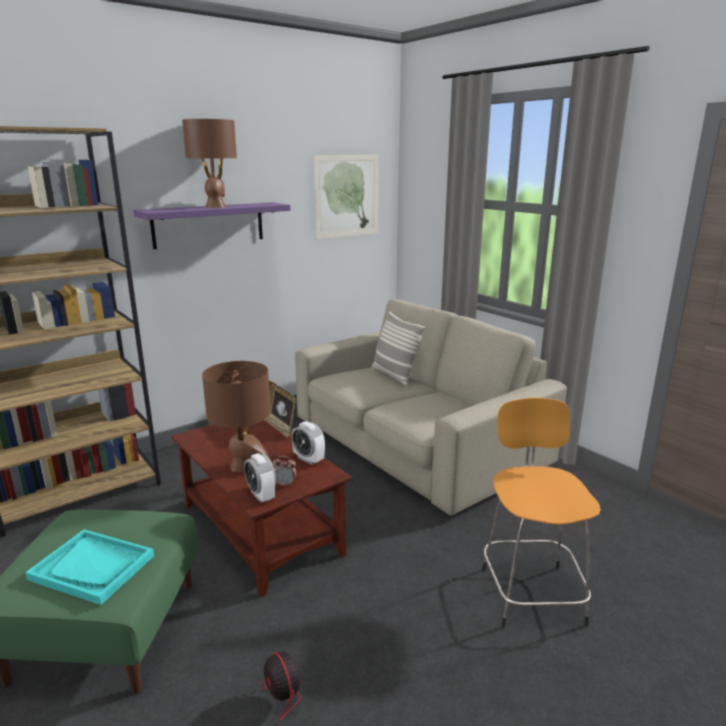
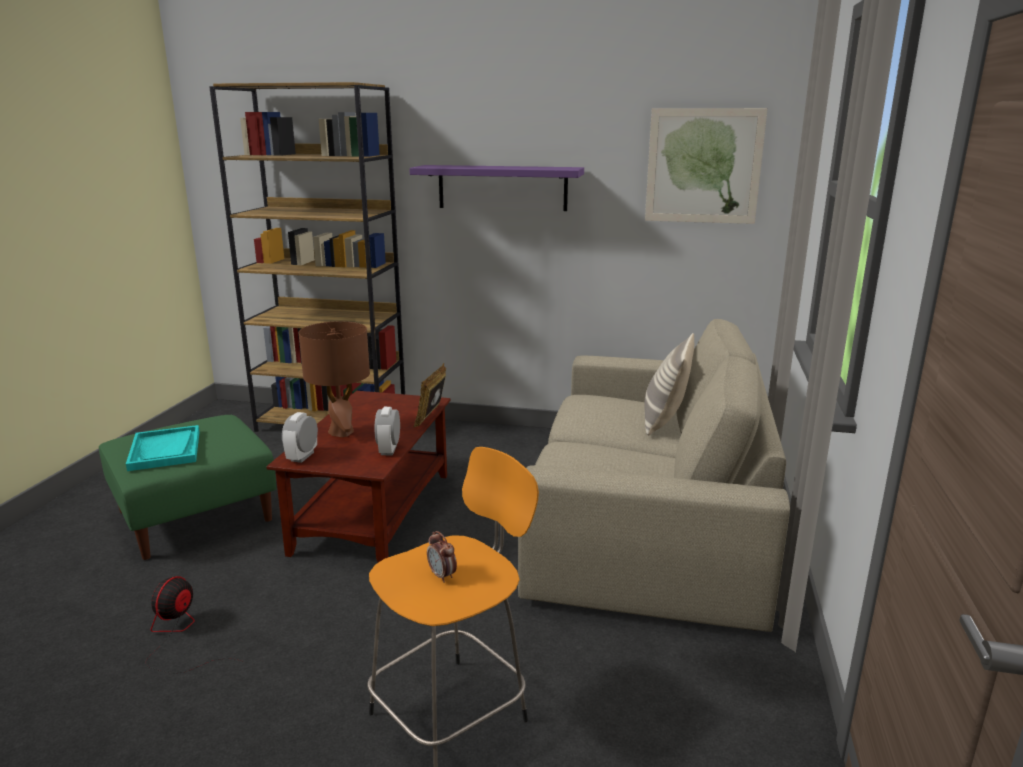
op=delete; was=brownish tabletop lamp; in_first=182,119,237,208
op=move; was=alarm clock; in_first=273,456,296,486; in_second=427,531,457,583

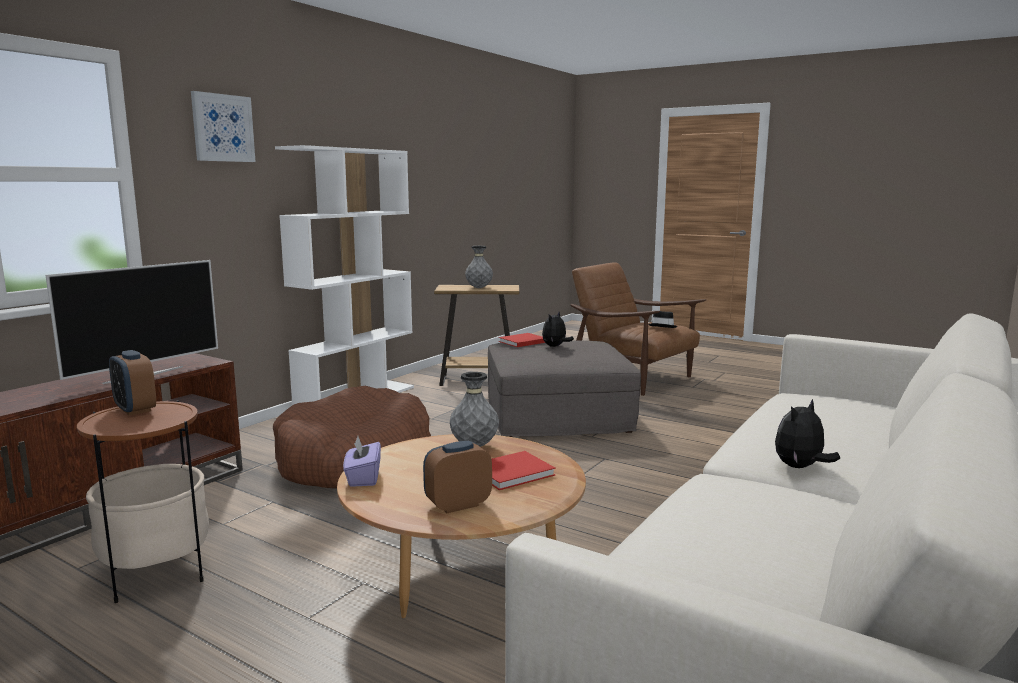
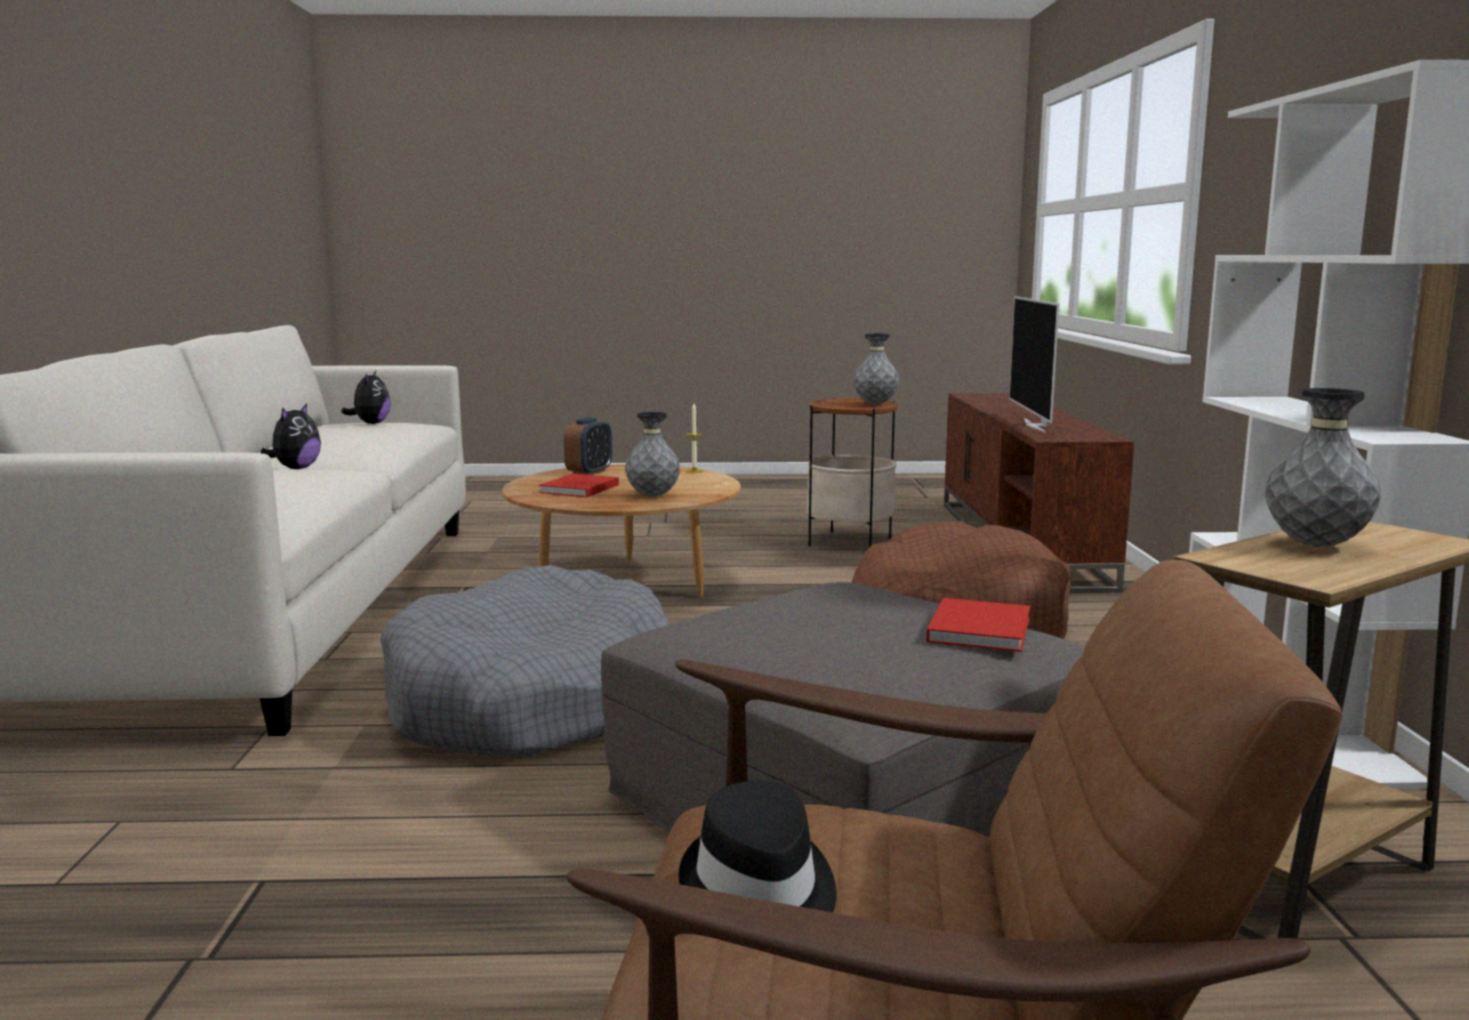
op=delete; was=wall art; in_first=191,91,256,162
op=move; was=cuddly toy; in_first=542,312,574,347; in_second=341,371,391,424
op=replace; was=alarm clock; now=gray decorative vase; in_first=109,350,156,415; in_second=853,333,900,404
op=replace; was=purple-coloured box of tissues; now=candle; in_first=343,436,381,487; in_second=685,404,704,473
op=insert; now=gray dog bed; in_second=380,565,670,756

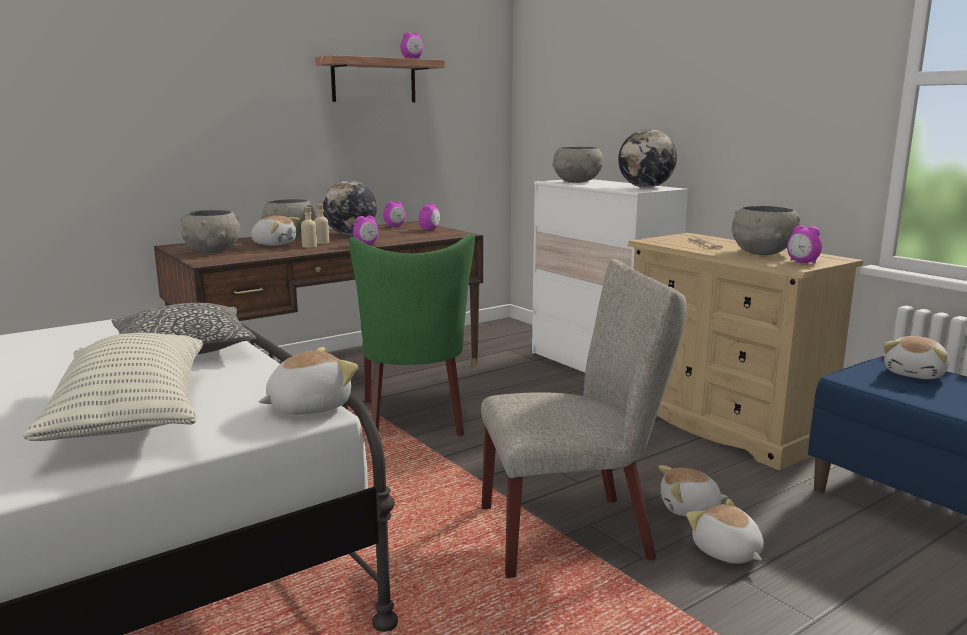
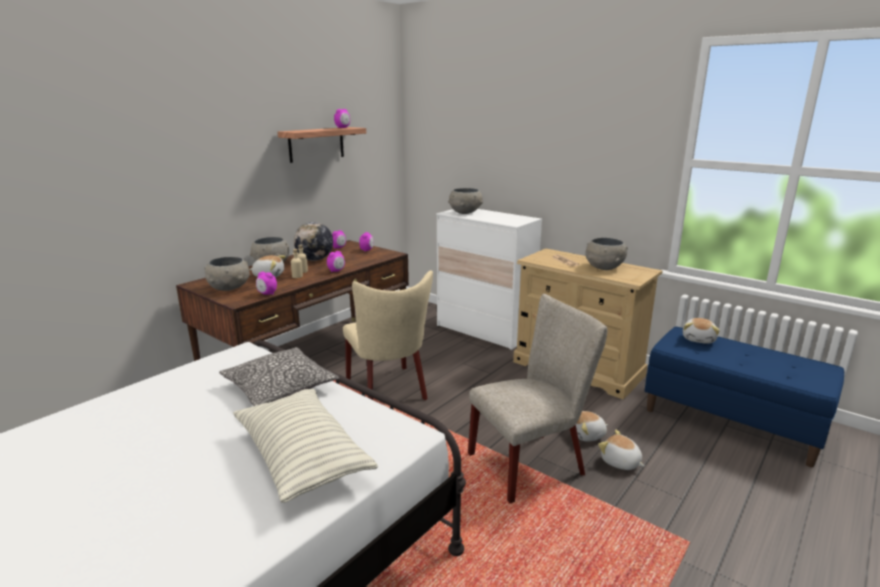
op=delete; was=desk globe; in_first=618,129,677,188
op=move; was=alarm clock; in_first=787,225,822,263; in_second=256,272,277,295
op=recolor; was=green plain chair; now=sand-coloured plain chair; in_first=349,233,475,436; in_second=343,270,433,400
op=delete; was=cuddly toy; in_first=258,347,358,415

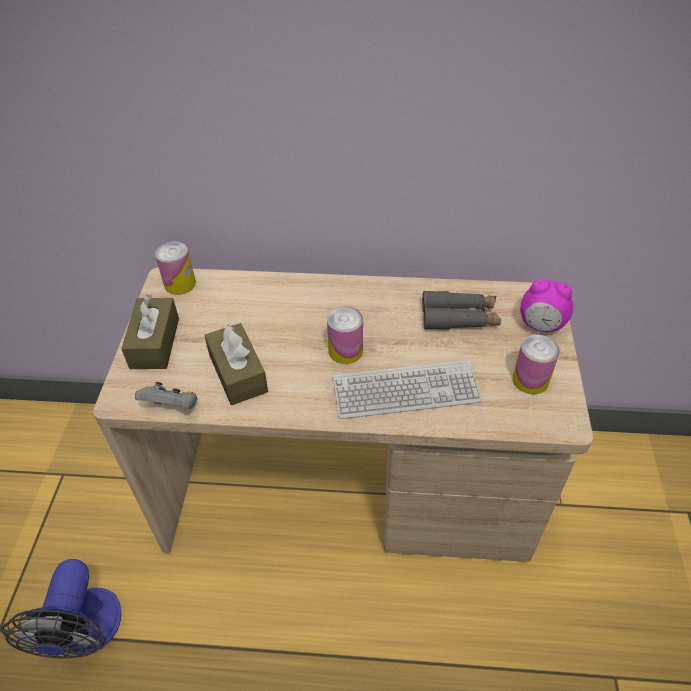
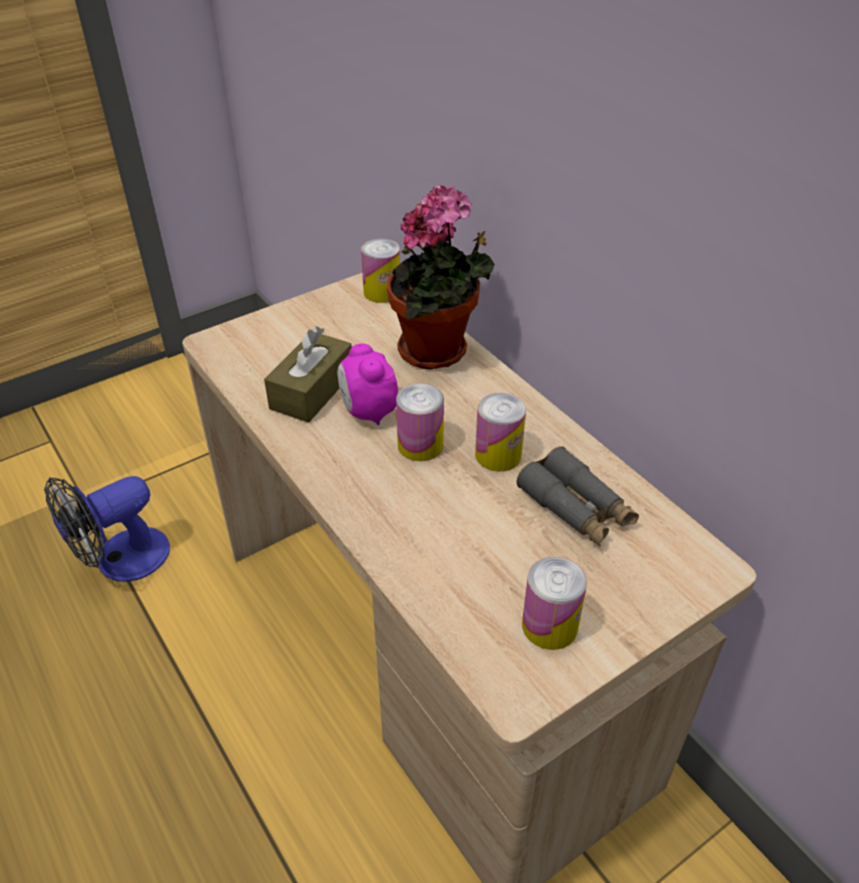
op=move; was=alarm clock; in_first=520,279,573,332; in_second=337,343,398,425
op=delete; was=brownish box of tissues; in_first=121,294,179,369
op=delete; was=PC keyboard; in_first=333,360,482,419
op=delete; was=gray gamepad; in_first=135,382,198,410
op=insert; now=potted plant; in_second=387,185,494,369
op=insert; now=can; in_second=475,393,526,471

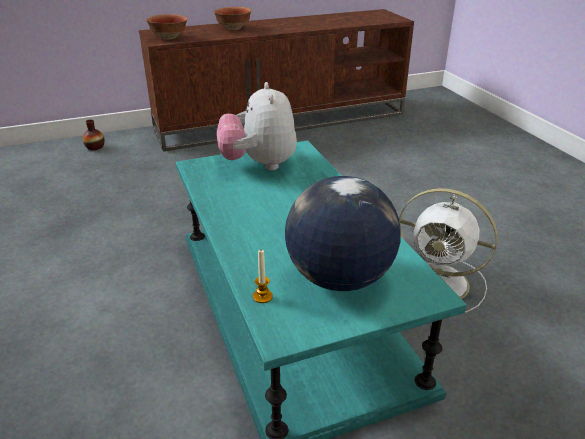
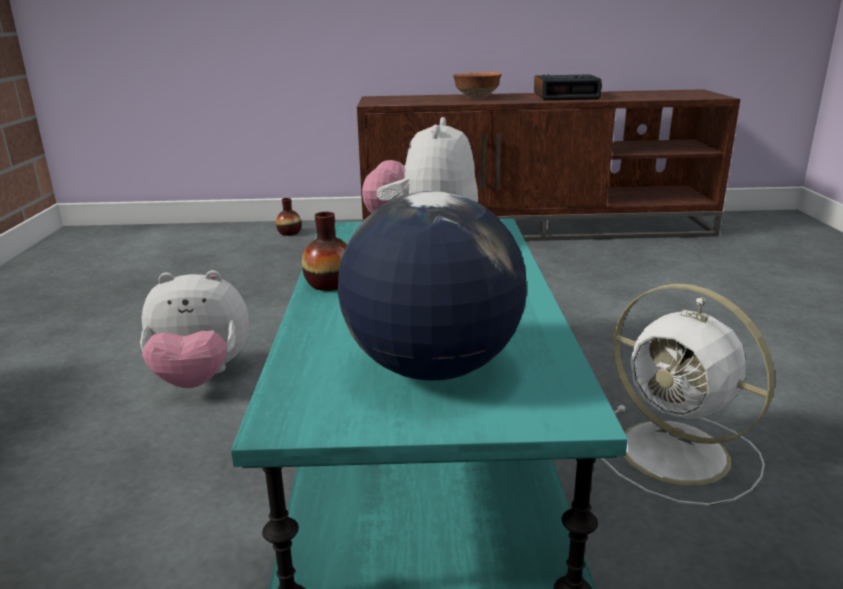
op=delete; was=deep dish; in_first=146,14,187,40
op=delete; was=candle; in_first=253,250,273,303
op=insert; now=alarm clock; in_second=534,74,602,100
op=insert; now=decorative vase; in_second=302,212,347,291
op=insert; now=cuddly toy; in_second=140,270,249,388

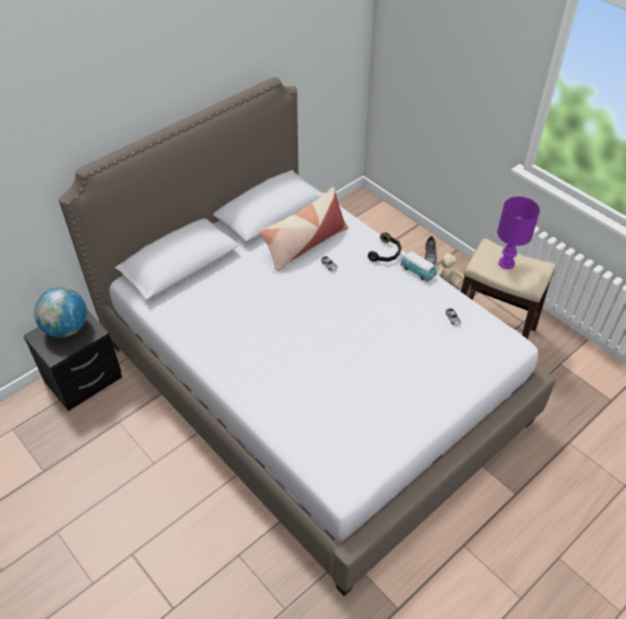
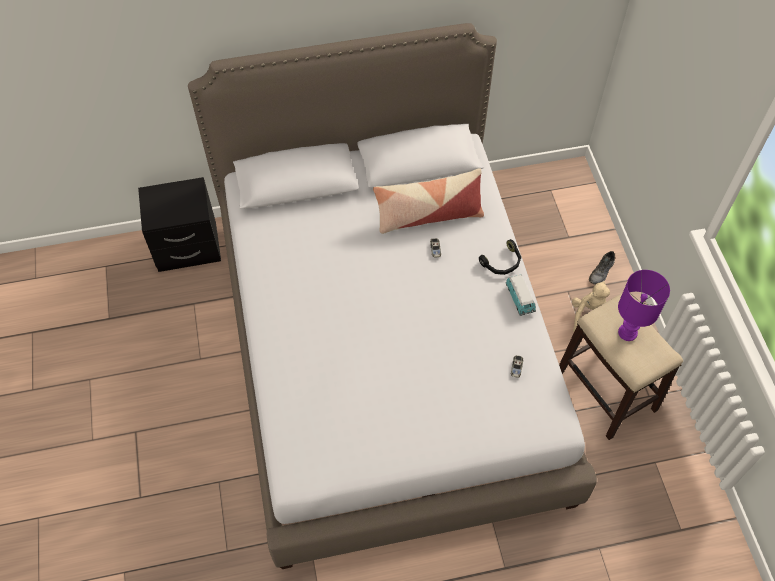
op=delete; was=desk globe; in_first=34,287,87,338

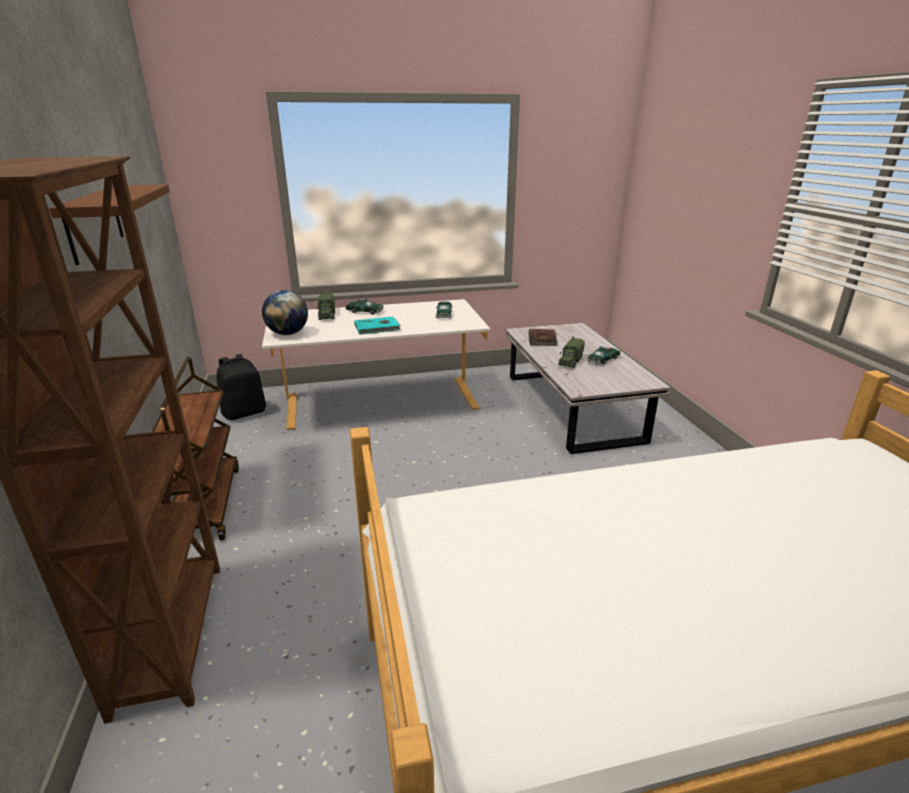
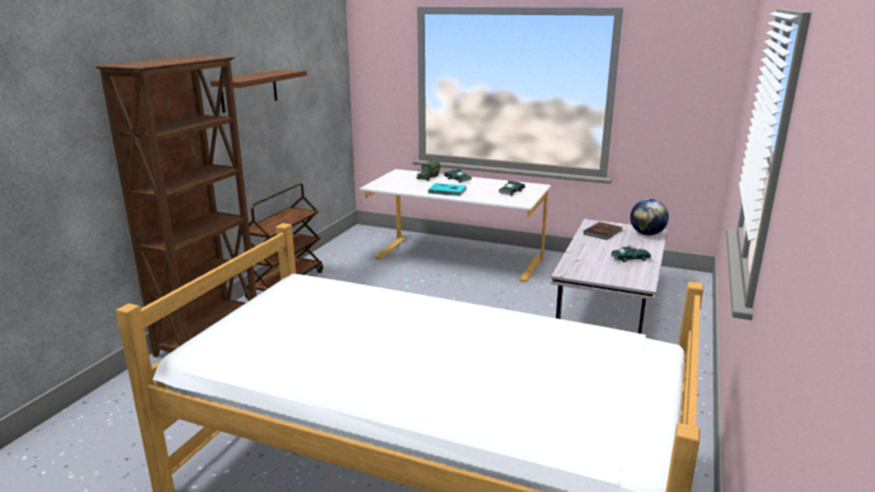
op=move; was=desk globe; in_first=262,290,308,335; in_second=630,199,669,235
op=delete; was=model truck; in_first=558,336,585,368
op=delete; was=blackish knapsack; in_first=216,354,266,420

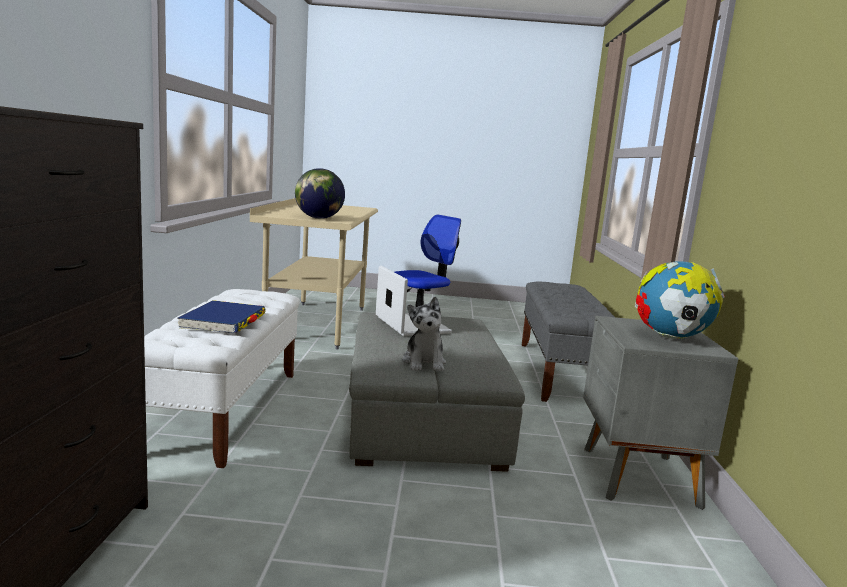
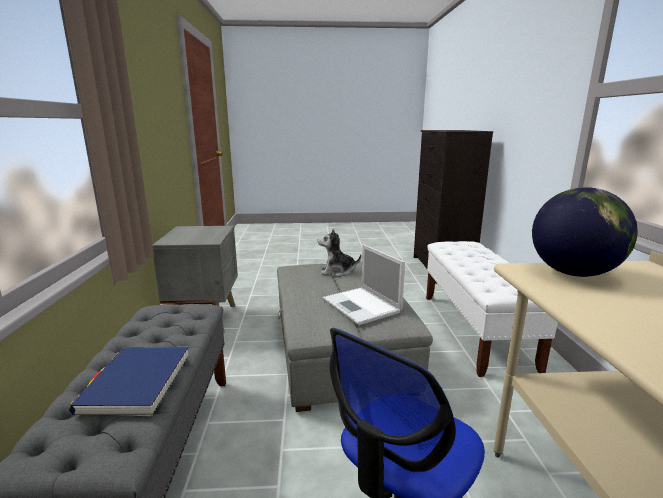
op=delete; was=desk globe; in_first=635,261,725,339
op=rotate; was=cuddly toy; in_first=402,296,446,371; in_second=318,229,361,277; clockwise=-75
op=move; was=blue book; in_first=177,300,266,333; in_second=69,347,189,417

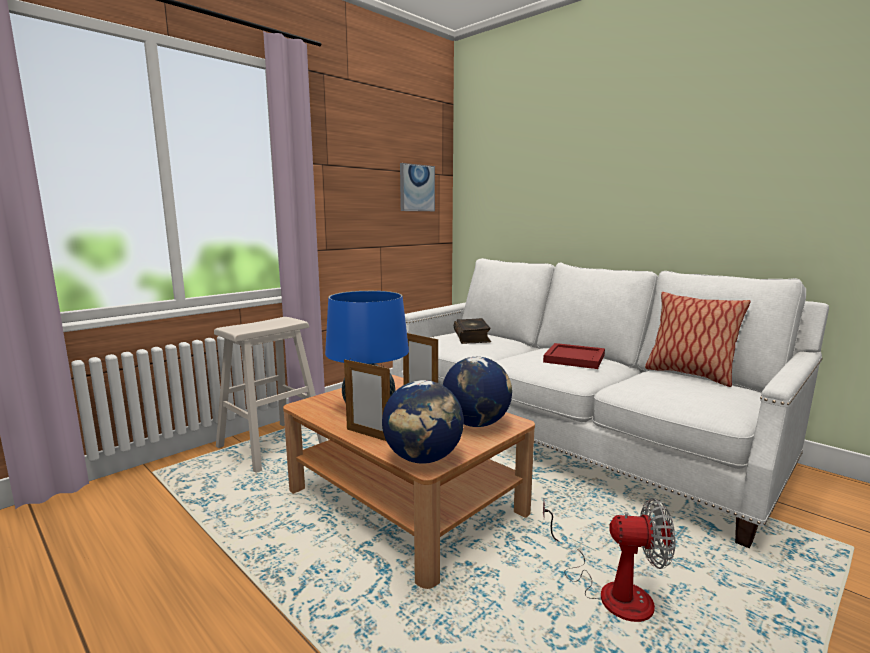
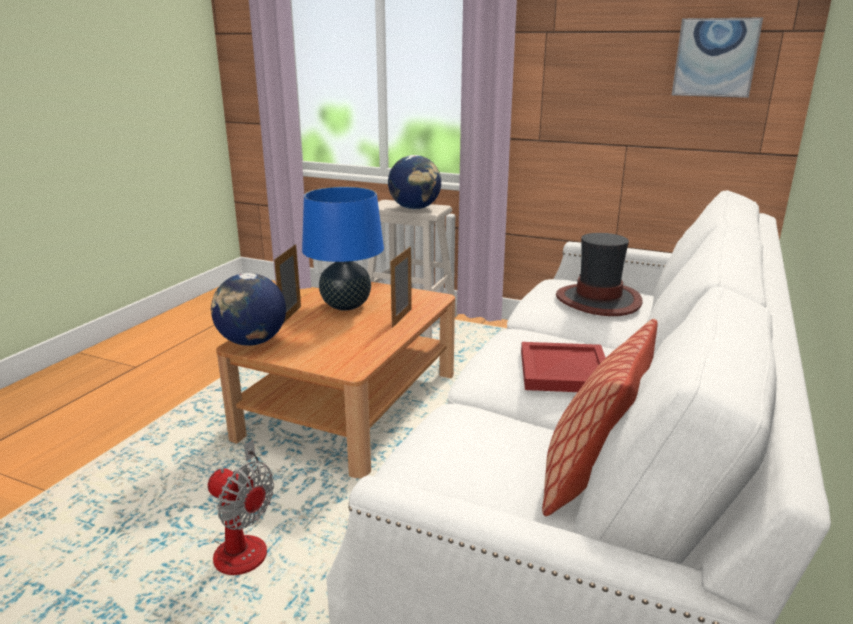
op=replace; was=book; now=clothing hat; in_first=454,318,491,344; in_second=556,233,643,316
op=move; was=desk globe; in_first=443,357,512,427; in_second=388,155,441,210
op=rotate; was=fan; in_first=543,498,676,622; in_second=208,440,274,575; clockwise=-45

